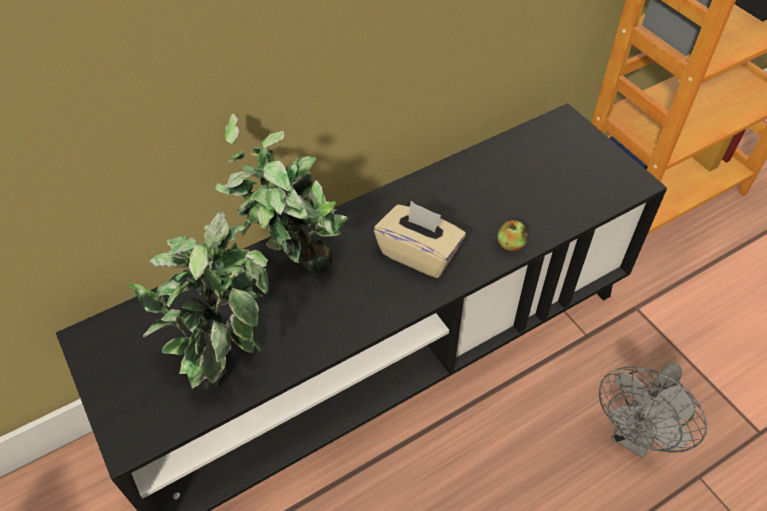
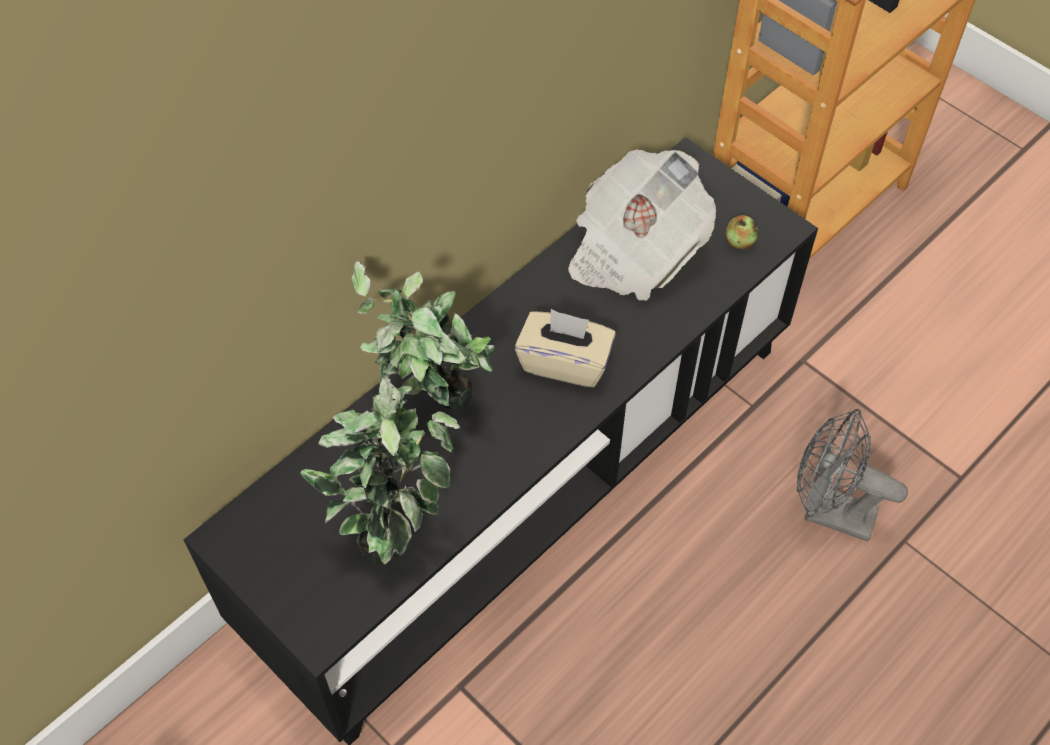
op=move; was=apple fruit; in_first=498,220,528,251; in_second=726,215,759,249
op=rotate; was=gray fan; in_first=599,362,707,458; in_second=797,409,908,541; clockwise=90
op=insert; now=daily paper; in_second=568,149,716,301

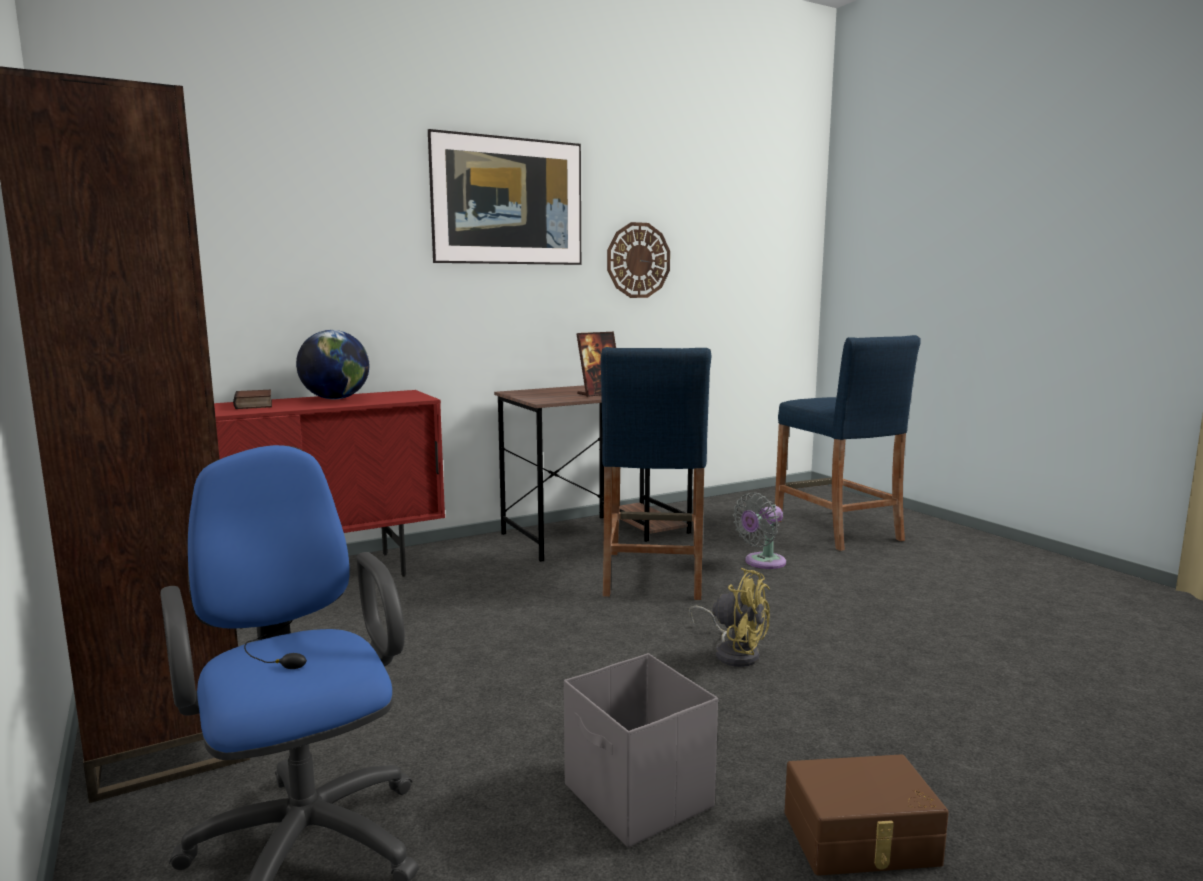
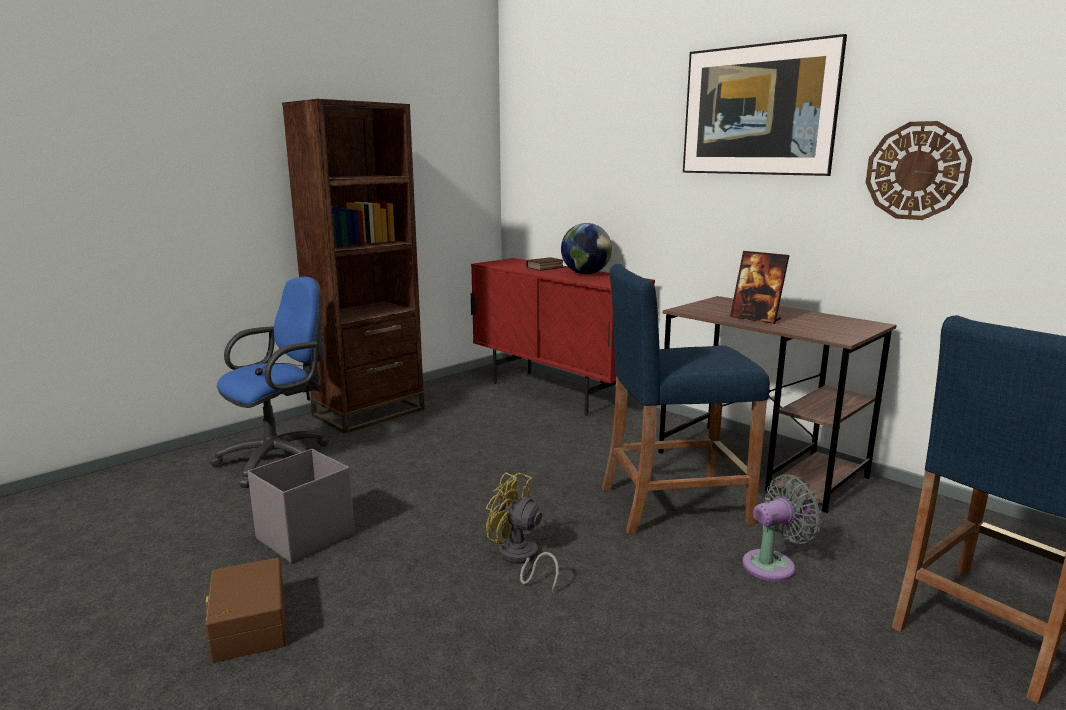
op=rotate; was=gray fan; in_first=733,492,786,569; in_second=742,474,822,581; clockwise=120
op=rotate; was=yellow-coloured fan; in_first=689,568,770,667; in_second=486,472,559,592; clockwise=105

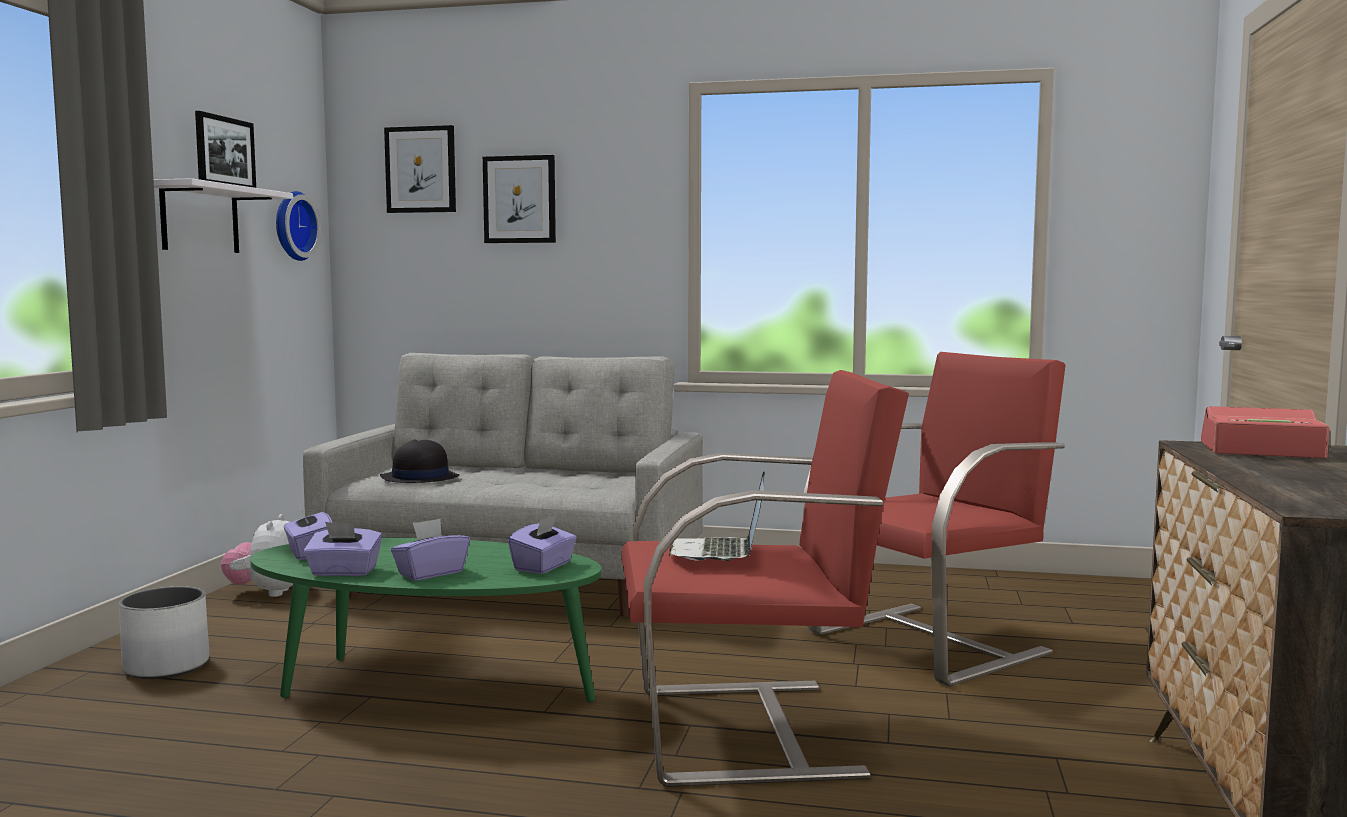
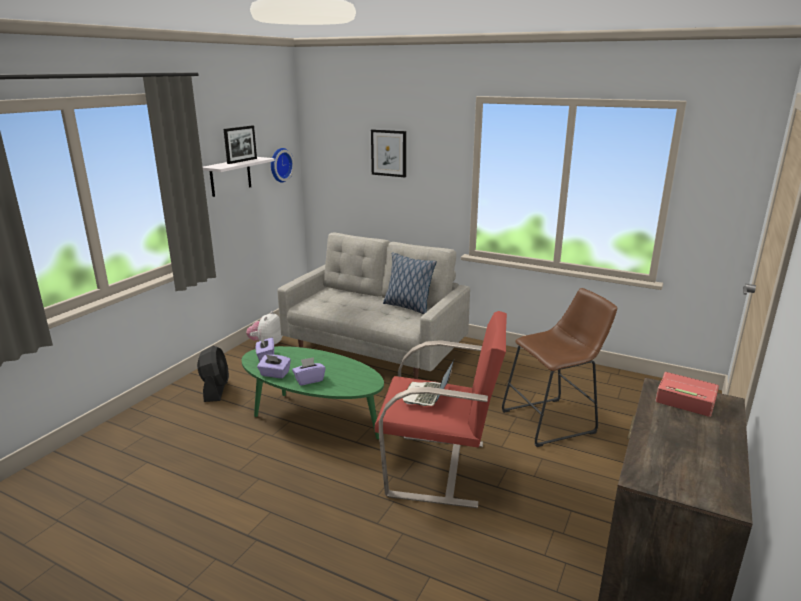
op=delete; was=wall art; in_first=384,125,456,213
op=replace; was=red armchair; now=brownish sitting stool; in_first=803,352,1066,687; in_second=502,288,617,447
op=delete; was=blackish clothing hat; in_first=380,440,460,483
op=delete; was=purple-coloured box of tissues; in_first=508,515,577,574
op=replace; was=white plant pot; now=blackish fan; in_first=119,587,209,679; in_second=197,346,229,402
op=insert; now=throw pillow; in_second=383,252,437,314

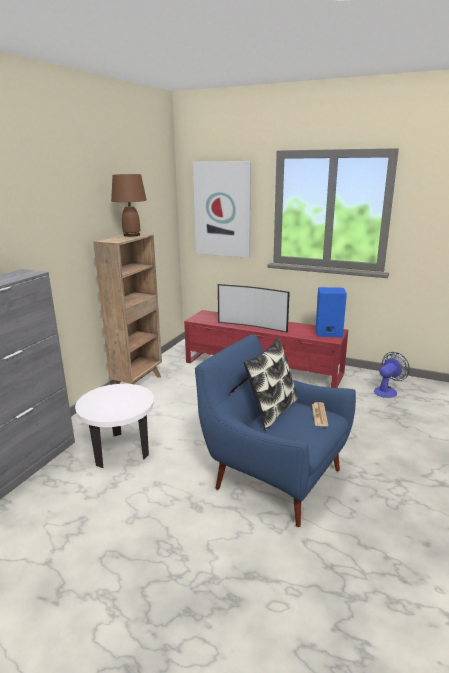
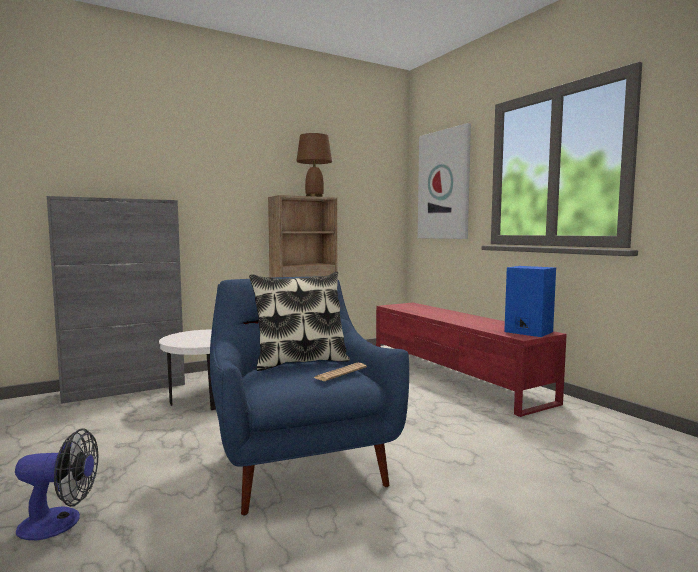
op=delete; was=TV set; in_first=218,284,290,333
op=move; was=fan; in_first=374,352,410,398; in_second=15,428,98,540

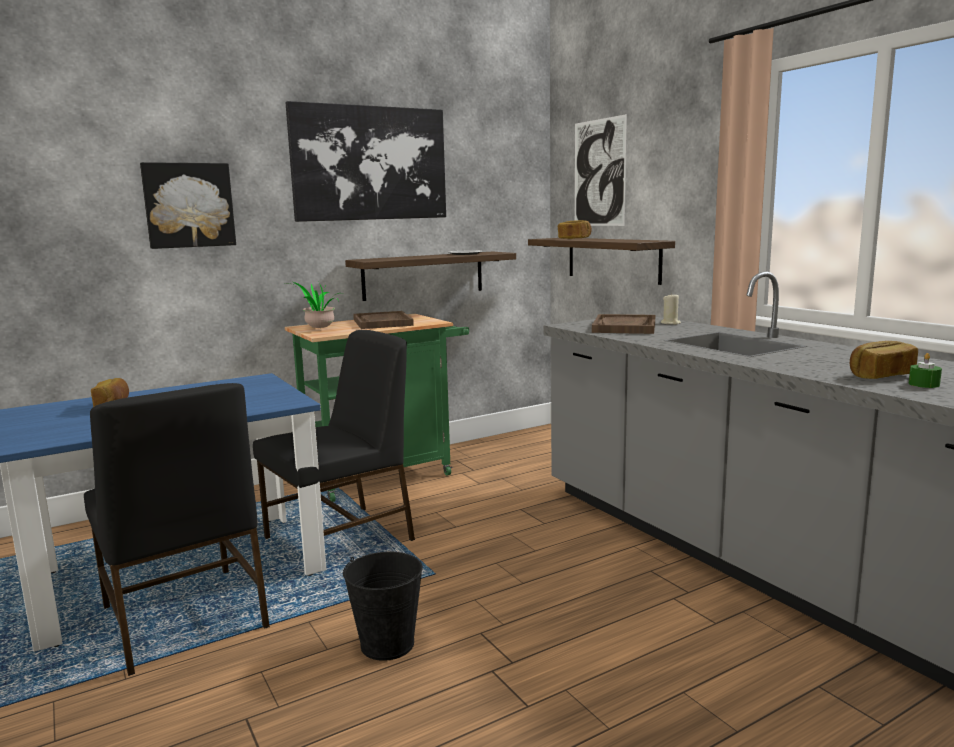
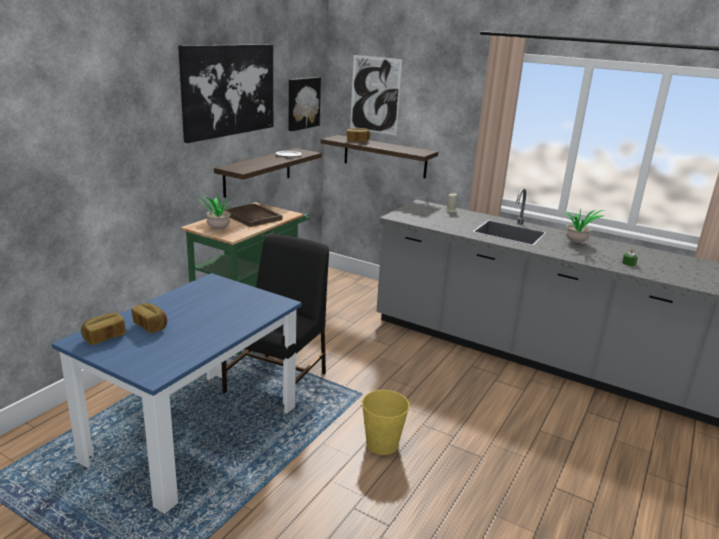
op=move; was=wall art; in_first=140,162,236,249; in_second=288,77,321,131
op=delete; was=brownish tray; in_first=592,314,655,334
op=move; was=bread; in_first=850,341,918,379; in_second=81,313,126,345
op=delete; was=blackish plain chair; in_first=84,383,270,676
op=recolor; was=blackish bucket; now=yellow-coloured bucket; in_first=343,552,423,661; in_second=361,390,411,455
op=insert; now=potted plant; in_second=566,208,605,243

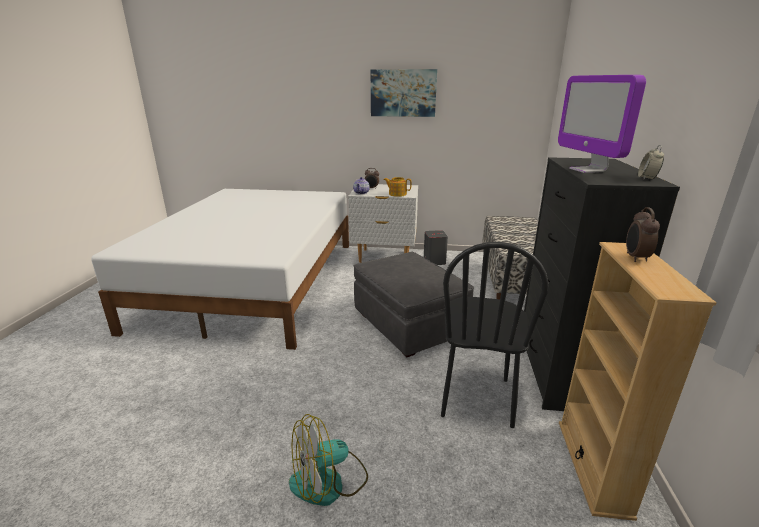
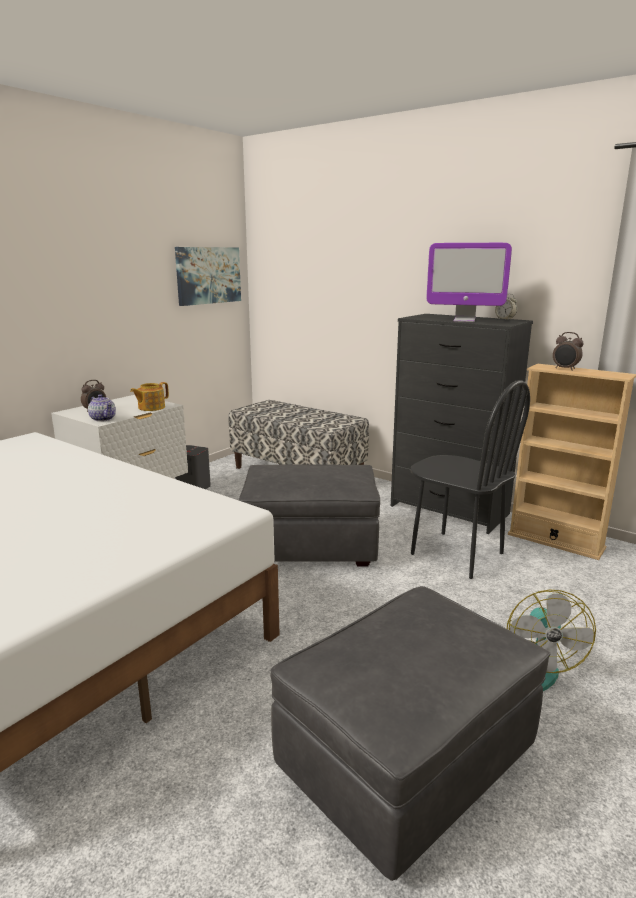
op=move; was=wall art; in_first=371,69,437,117; in_second=175,247,241,306
op=insert; now=gray footrest; in_second=271,586,550,881

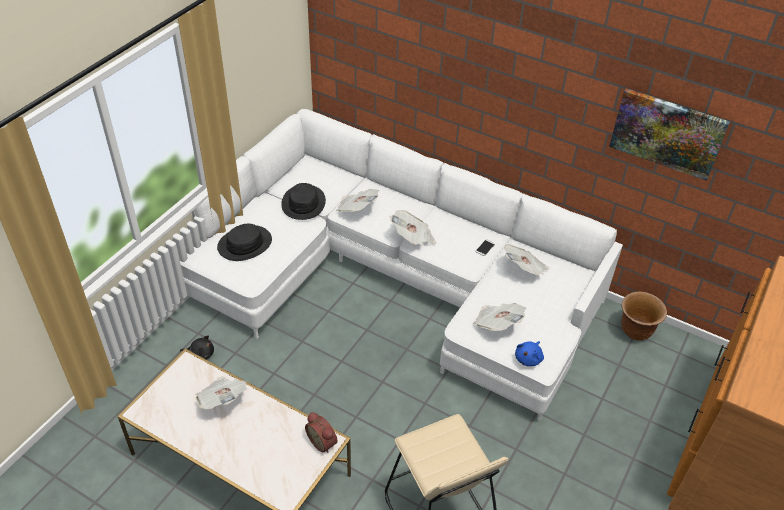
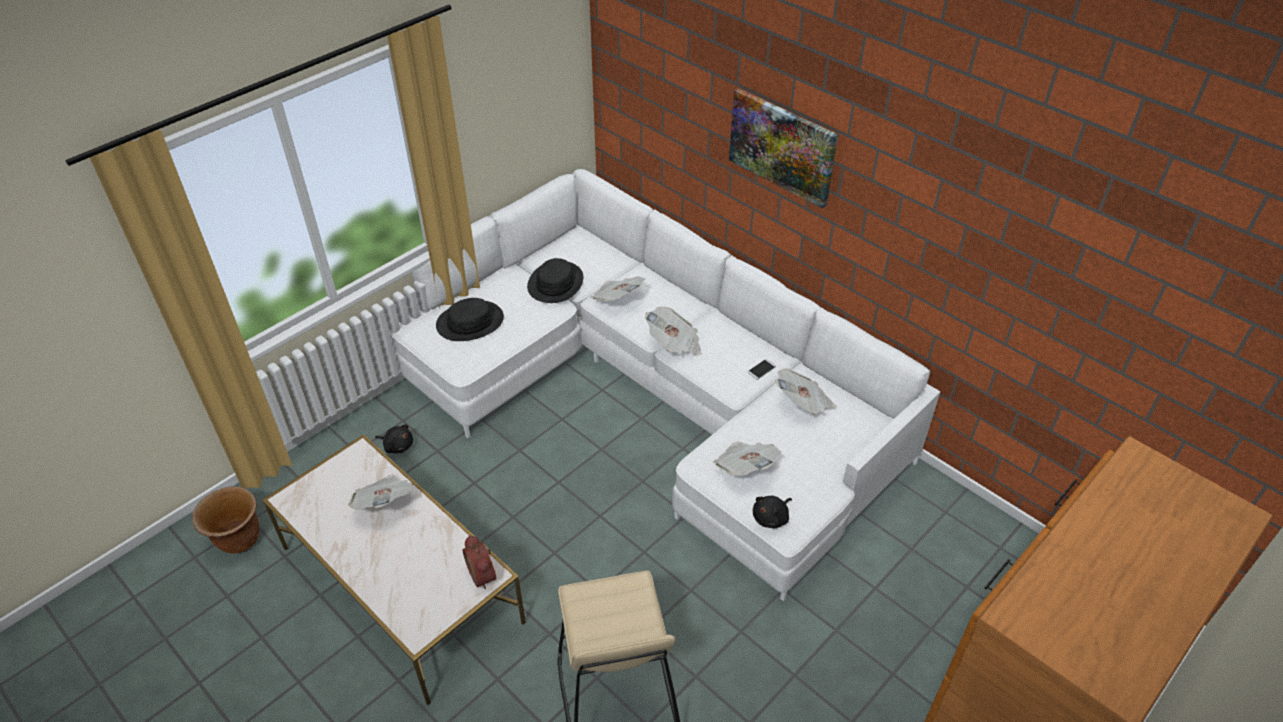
op=move; was=wall art; in_first=609,88,730,181; in_second=729,88,838,208
op=move; was=brownish plant pot; in_first=621,292,667,340; in_second=192,486,259,553
op=recolor; was=blue cuddly toy; now=blackish cuddly toy; in_first=515,341,544,366; in_second=753,496,792,528

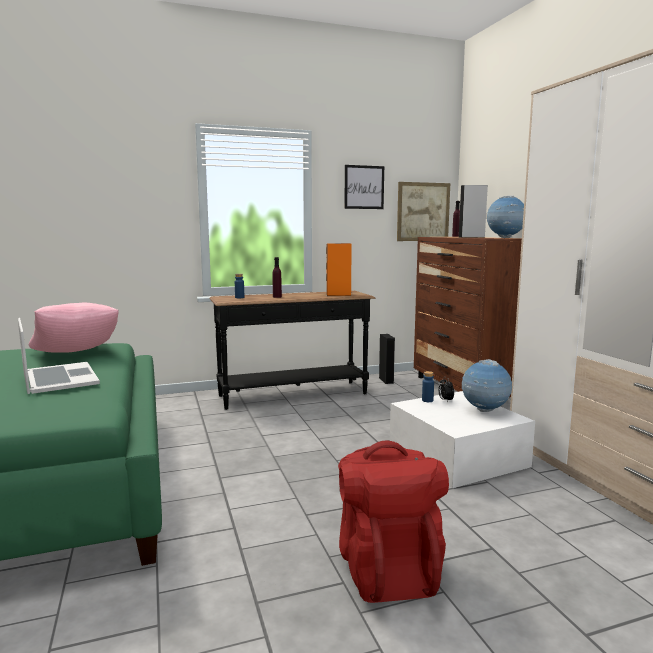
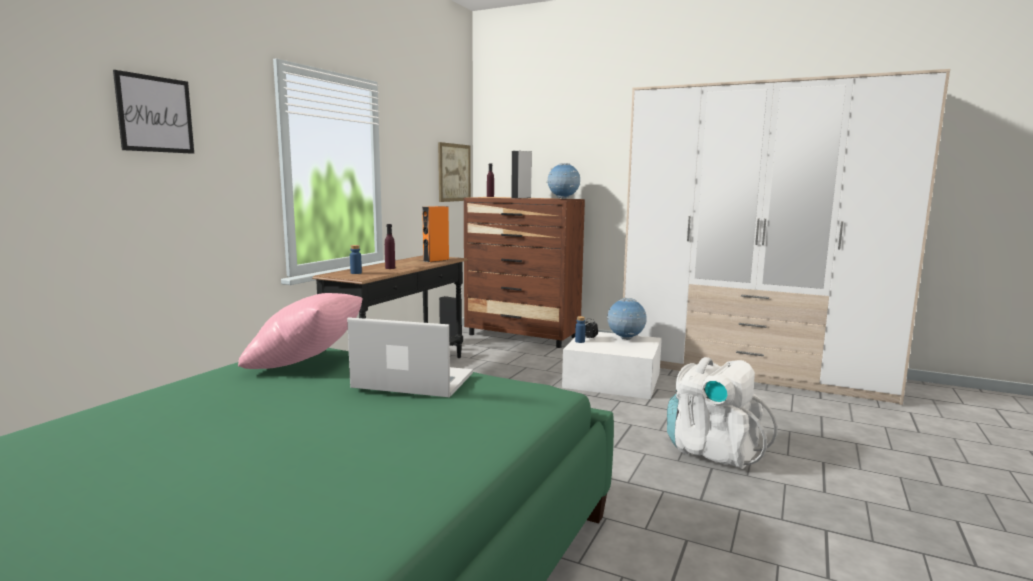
op=move; was=wall art; in_first=344,165,384,209; in_second=113,70,194,154
op=recolor; was=red knapsack; now=white knapsack; in_first=338,440,449,603; in_second=667,357,778,469

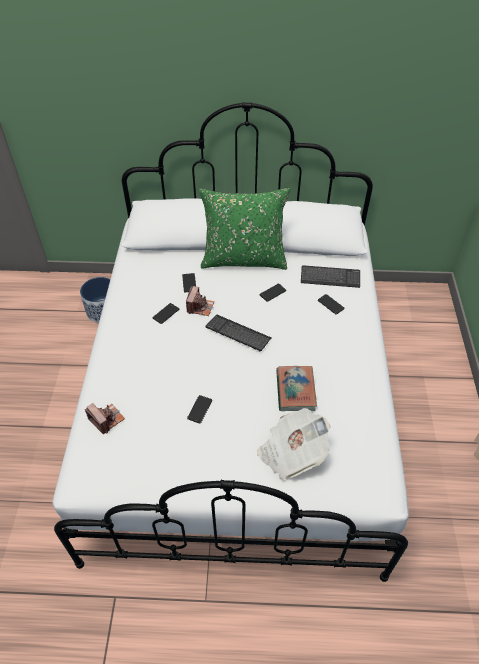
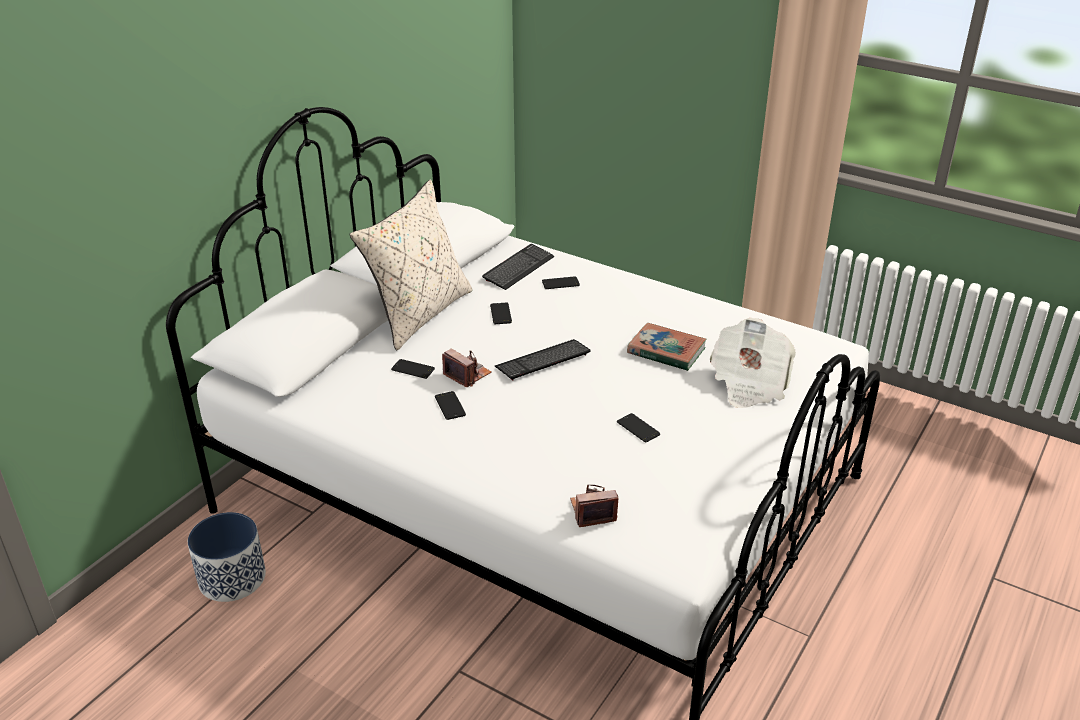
op=recolor; was=green throw pillow; now=sand-coloured throw pillow; in_first=199,188,290,270; in_second=350,179,473,350

